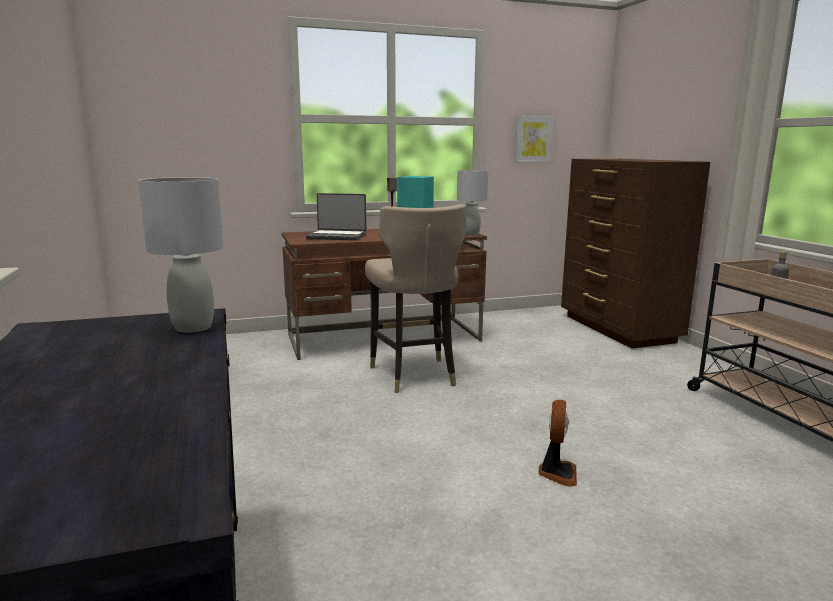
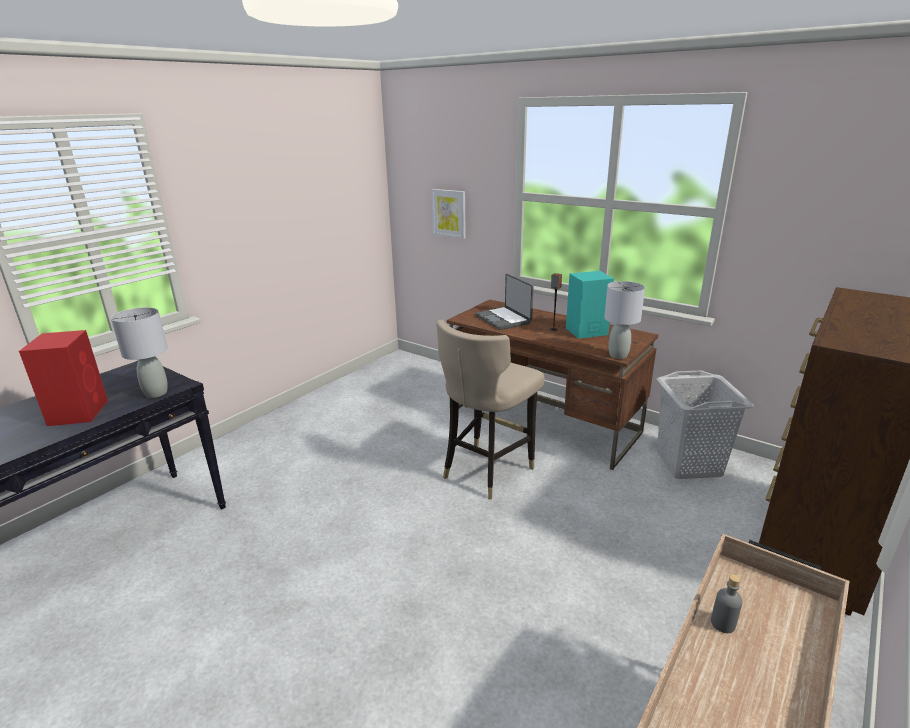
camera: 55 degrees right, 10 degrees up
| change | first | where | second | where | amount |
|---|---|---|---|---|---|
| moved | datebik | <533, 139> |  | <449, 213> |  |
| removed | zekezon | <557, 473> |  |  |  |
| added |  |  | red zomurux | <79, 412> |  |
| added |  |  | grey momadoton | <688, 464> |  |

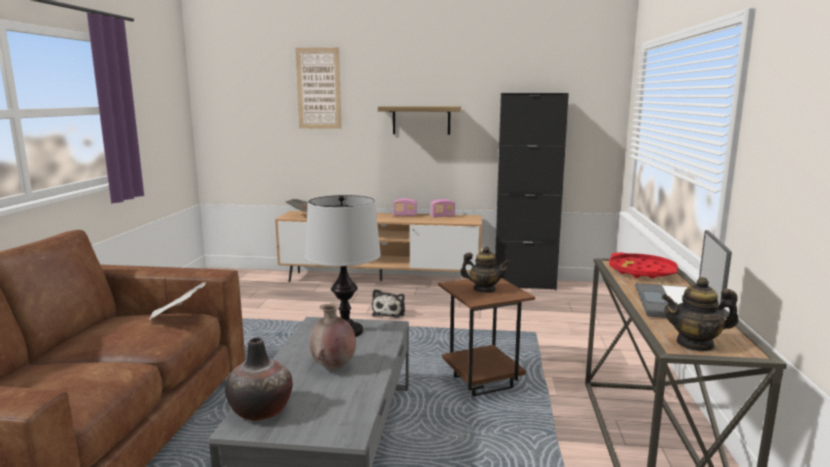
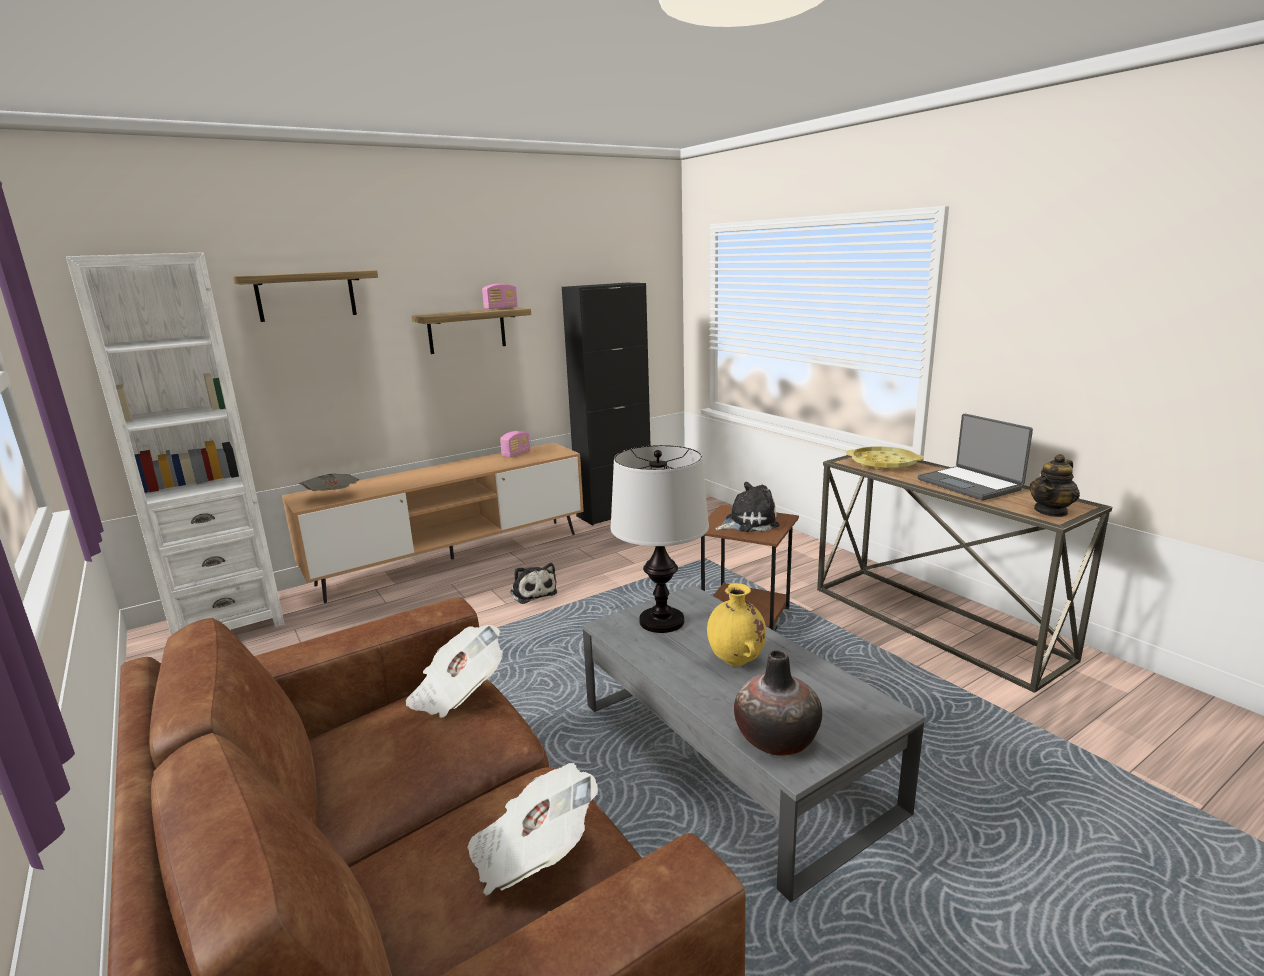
camera: 40 degrees left, 5 degrees up
| change | first | where | second | where | amount |
|---|---|---|---|---|---|
| replaced | datebik | <318, 88> | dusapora | <306, 295> |  |
| moved | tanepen | <405, 215> |  | <501, 308> |  |
| replaced | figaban | <484, 289> | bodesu | <748, 523> |  |
| recoloured | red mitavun | <641, 271> | yellow mitavun | <883, 463> |  |
| recoloured | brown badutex | <333, 367> | yellow badutex | <736, 662> |  |
| added |  |  | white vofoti | <228, 623> |  |
| added |  |  | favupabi | <532, 853> |  |

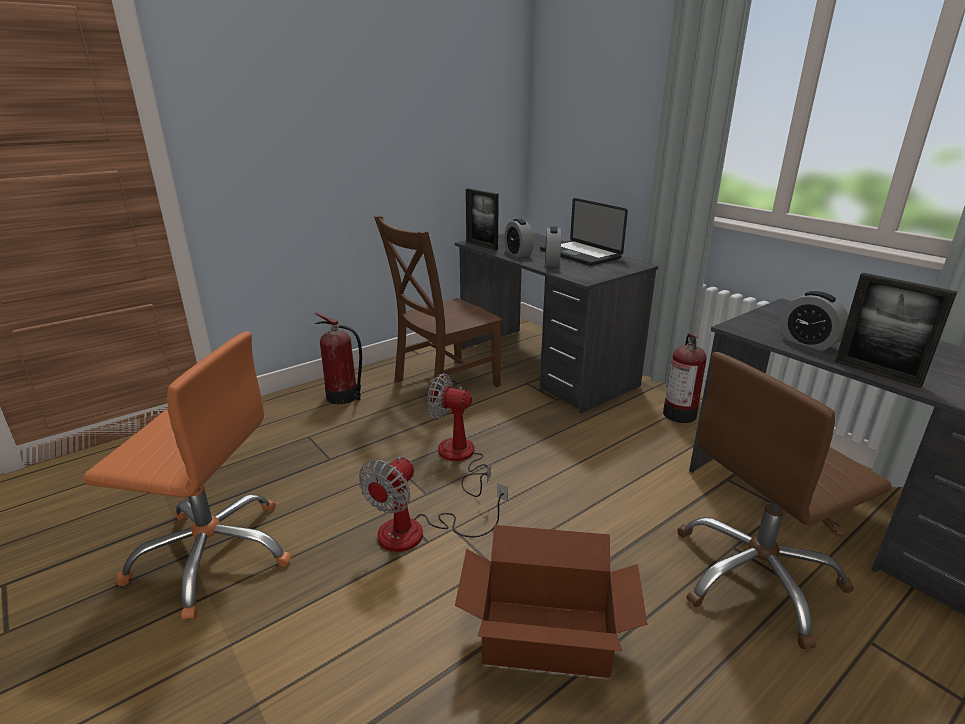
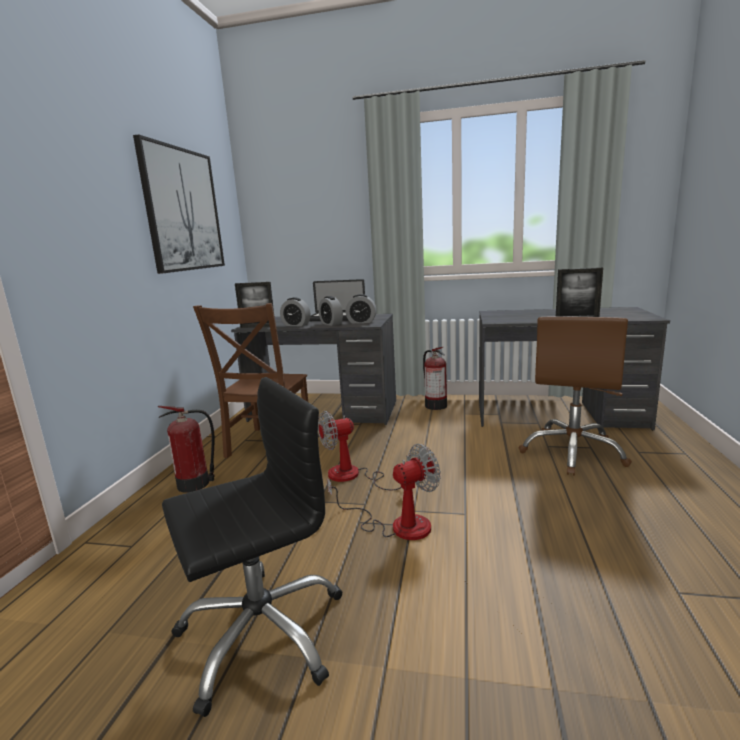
camera: 40 degrees left, 10 degrees down
| change | first | where | second | where | amount |
|---|---|---|---|---|---|
| moved | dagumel | <807, 342> |  | <361, 322> |  |
| recoloured | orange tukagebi | <213, 554> | black tukagebi | <262, 632> |  |
| turned | zekezon | <418, 533> |  | <397, 525> | 105 degrees counterclockwise |
| removed | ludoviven | <547, 638> |  |  |  |
| added |  |  | datebik | <183, 210> |  |

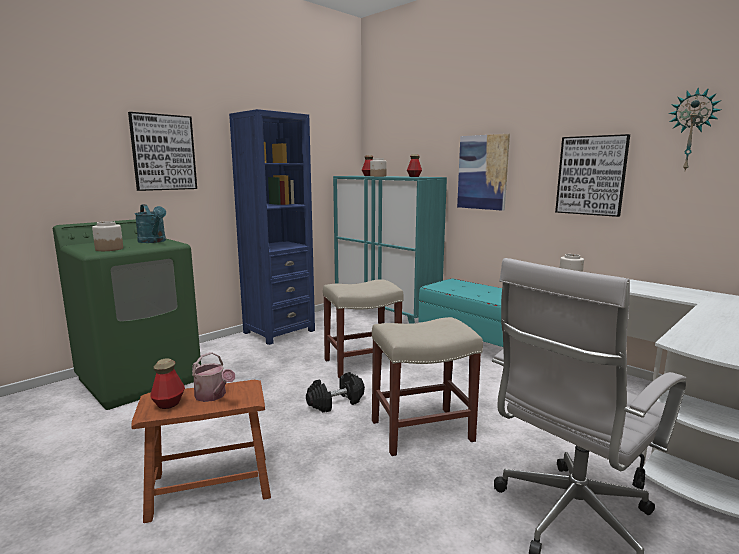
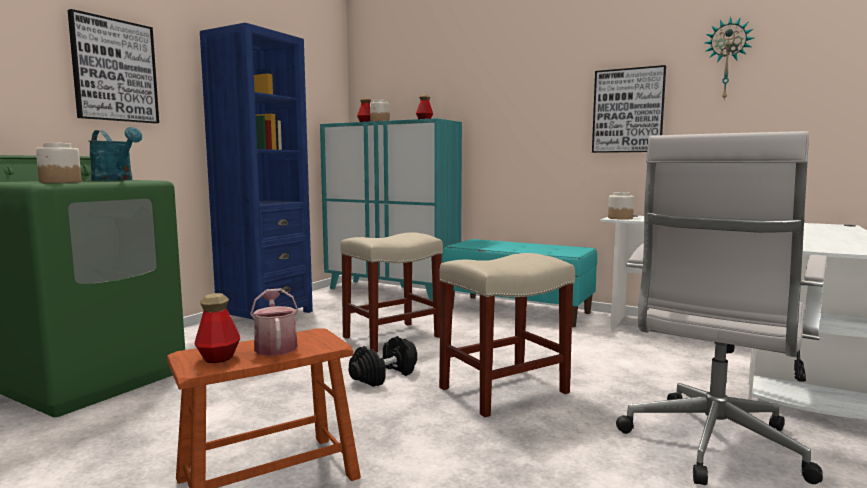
camera: 15 degrees left, 5 degrees down
| change | first | where | second | where | amount |
|---|---|---|---|---|---|
| removed | datebik | <482, 172> |  |  |  |
| turned | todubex | <213, 396> |  | <275, 346> | 135 degrees counterclockwise |

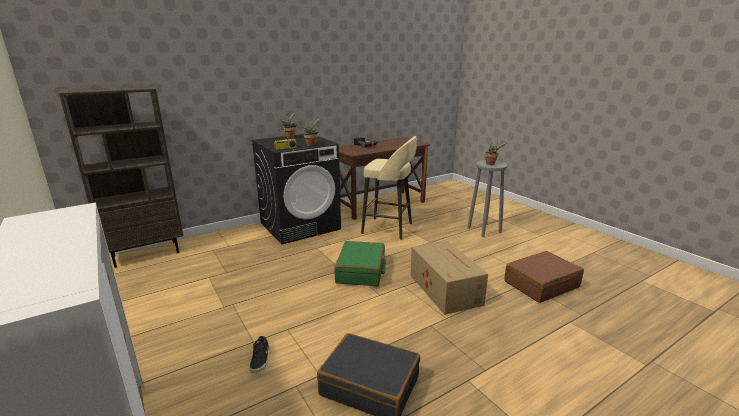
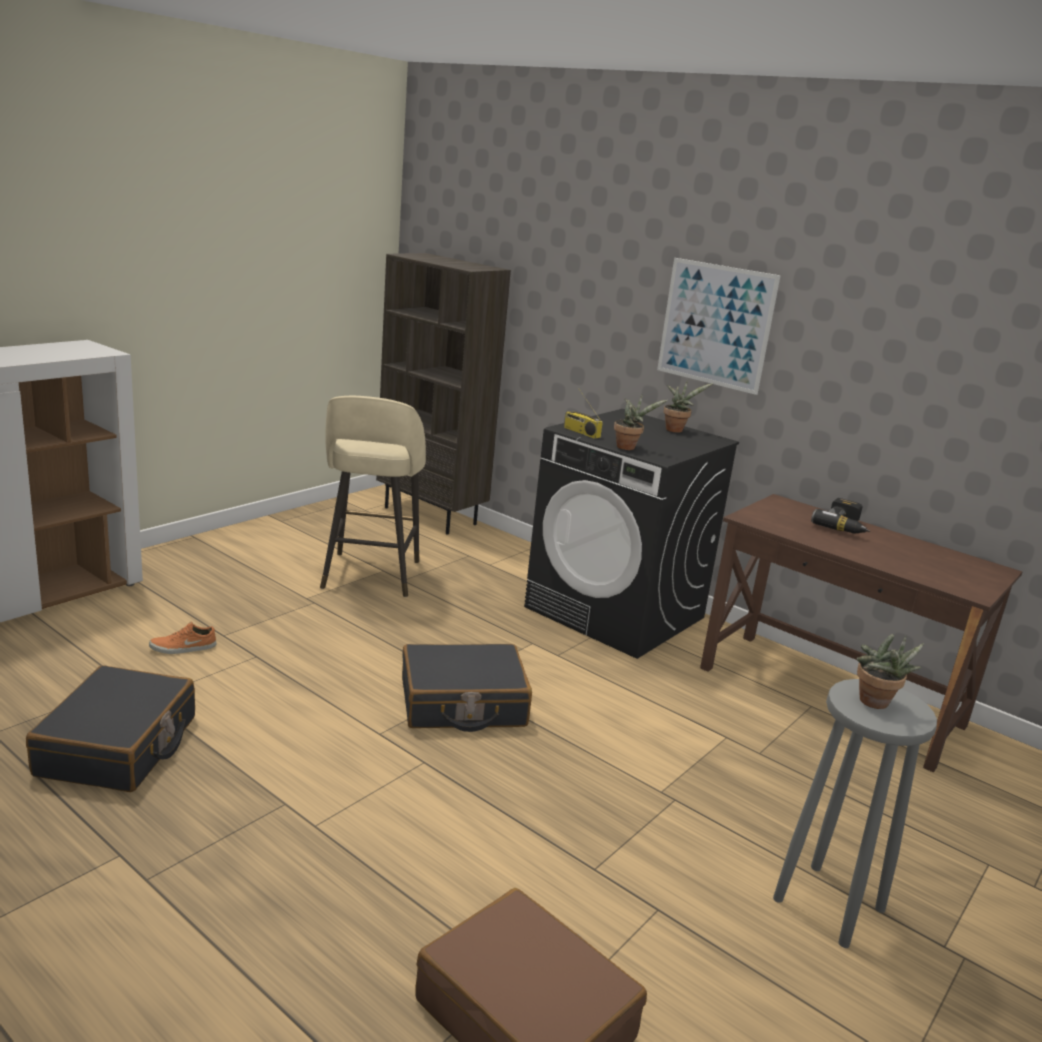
camera: 70 degrees right, 0 degrees up
| change | first | where | second | where | amount |
|---|---|---|---|---|---|
| moved | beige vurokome | <389, 229> |  | <370, 576> |  |
| recoloured | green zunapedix | <361, 271> | black zunapedix | <462, 704> |  |
| removed | ludoviven | <445, 288> |  |  |  |
| recoloured | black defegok | <260, 359> | orange defegok | <183, 648> |  |
| added |  |  | datebik | <716, 325> |  |

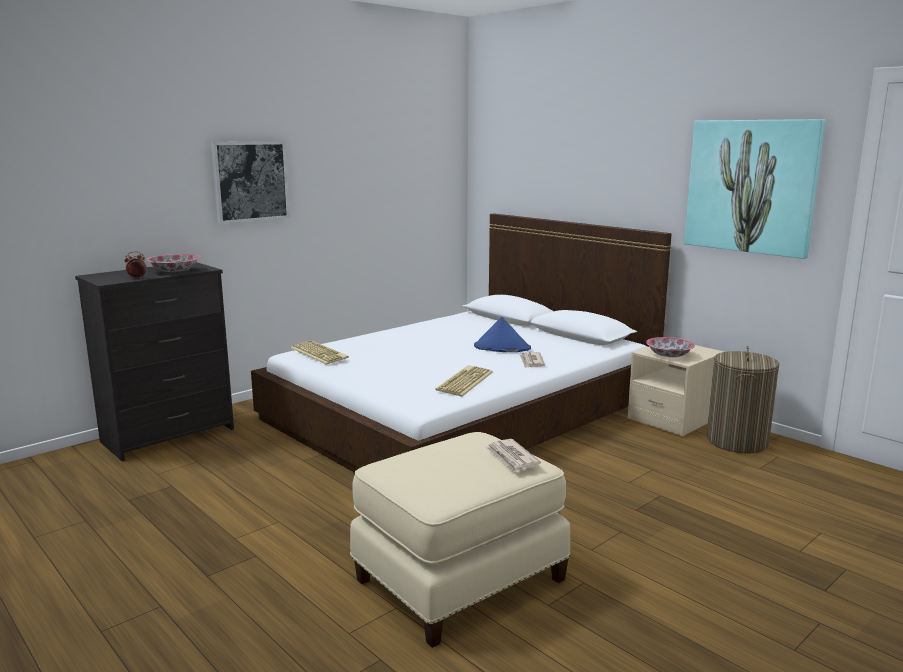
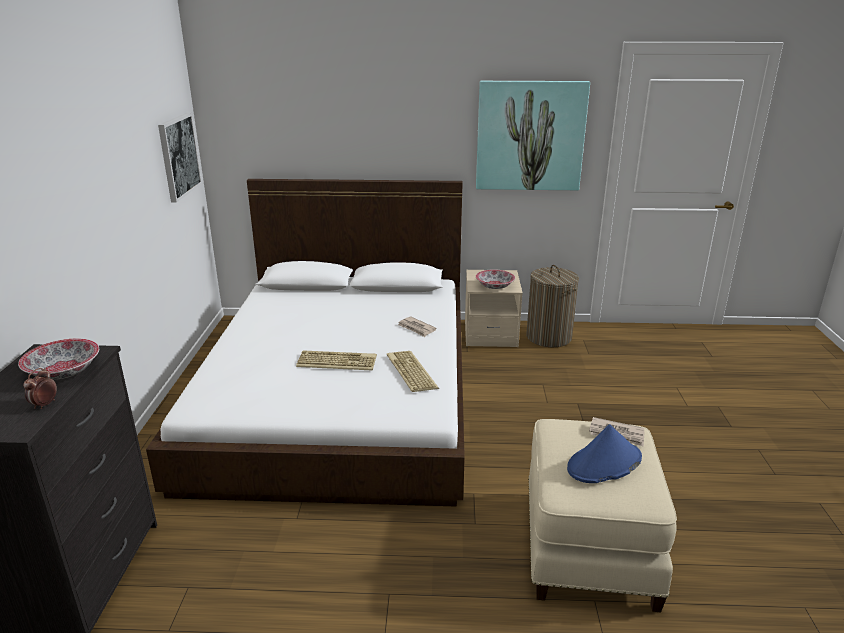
camera: 45 degrees left, 10 degrees up
| change | first | where | second | where | amount |
|---|---|---|---|---|---|
| moved | datebik | <250, 181> |  | <179, 156> |  |
| moved | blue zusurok | <501, 347> |  | <604, 463> |  |
| moved | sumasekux | <320, 353> |  | <338, 361> |  |

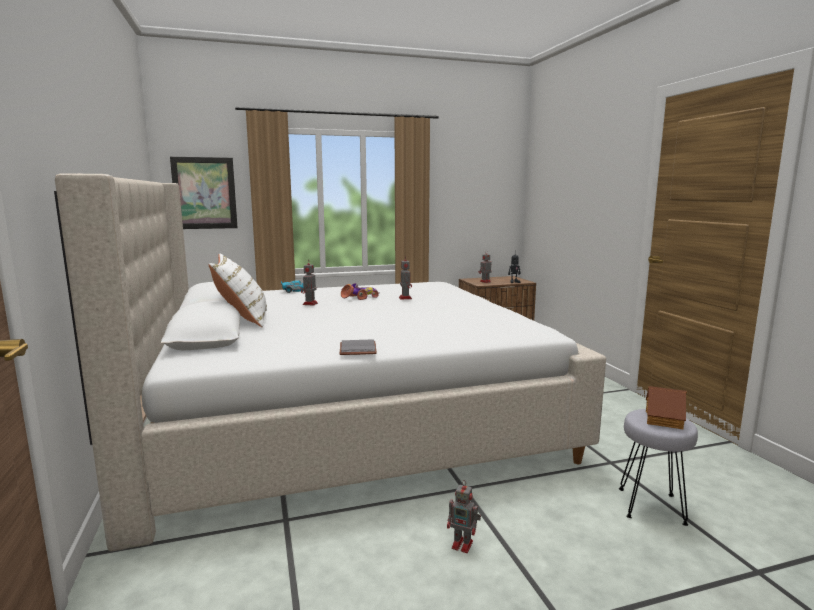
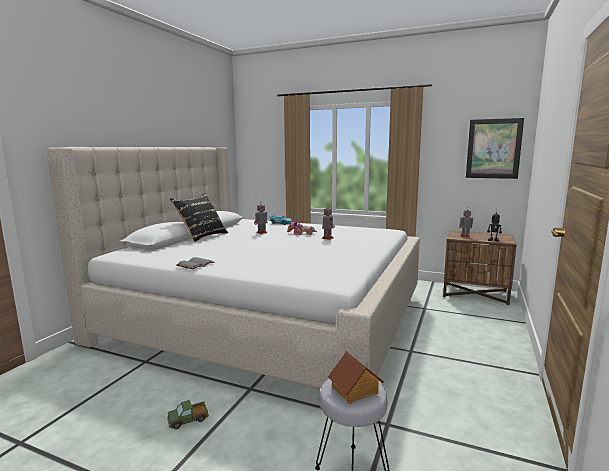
camera: 40 degrees right, 0 degrees up
| change | first | where | second | where | amount |
|---|---|---|---|---|---|
| moved | datebik | <204, 193> |  | <493, 149> |  |
| recoloured | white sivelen | <243, 320> | black sivelen | <202, 236> |  |
| replaced | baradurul | <463, 545> | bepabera | <188, 420> |  |

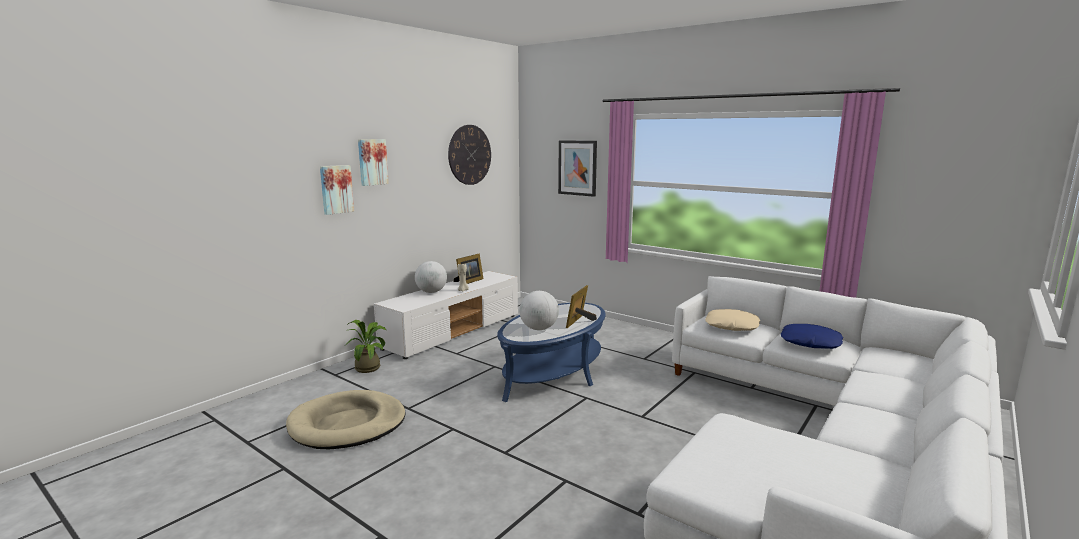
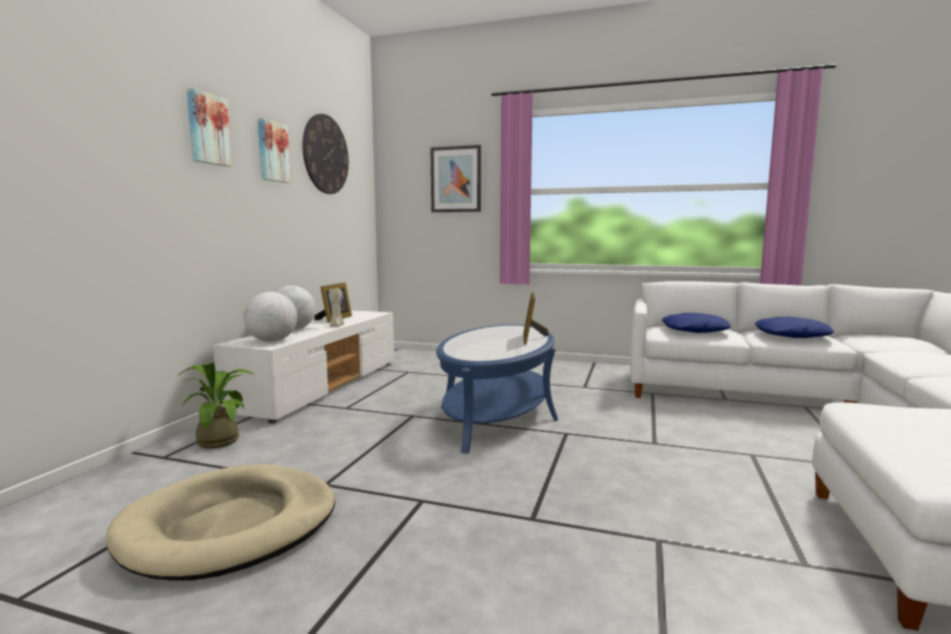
camera: 20 degrees left, 5 degrees down
| change | first | where | second | where | amount |
|---|---|---|---|---|---|
| moved | datebik | <336, 189> |  | <272, 151> |  |
| moved | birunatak | <539, 329> |  | <272, 341> |  |
| recoloured | beige sivelen | <731, 326> | blue sivelen | <694, 330> |  |

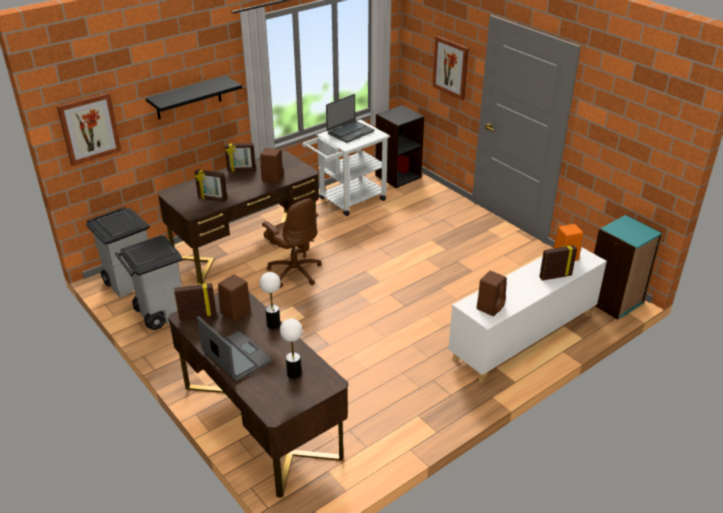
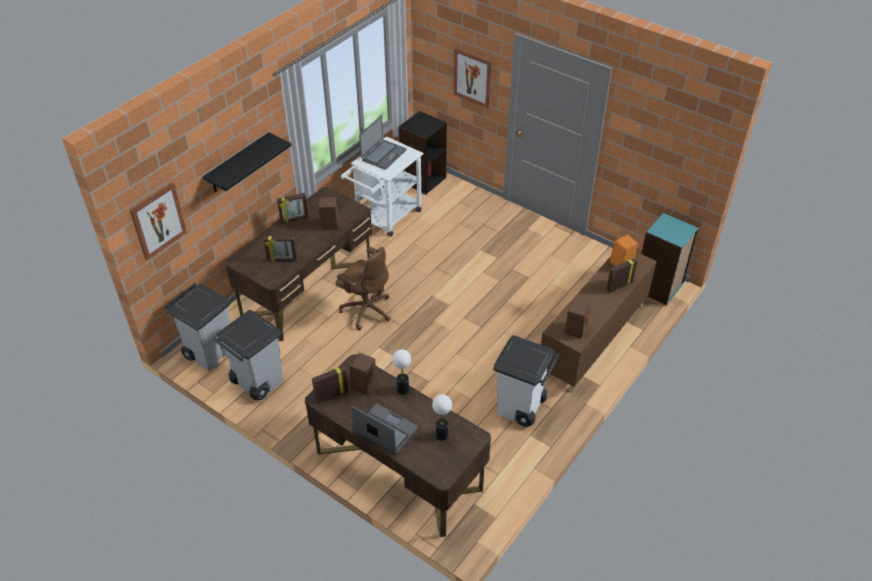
camera: 15 degrees left, 10 degrees up
| change | first | where | second | where | amount |
|---|---|---|---|---|---|
| recoloured | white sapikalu | <523, 337> | brown sapikalu | <593, 339> |  |
| added |  |  | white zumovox | <521, 407> |  |

